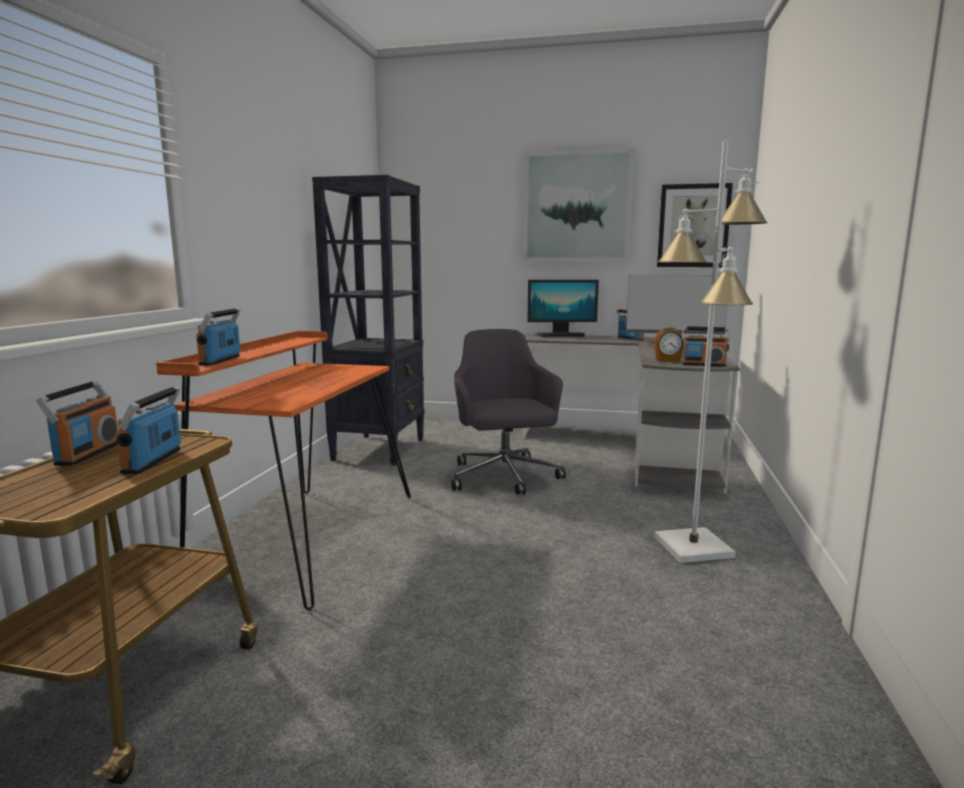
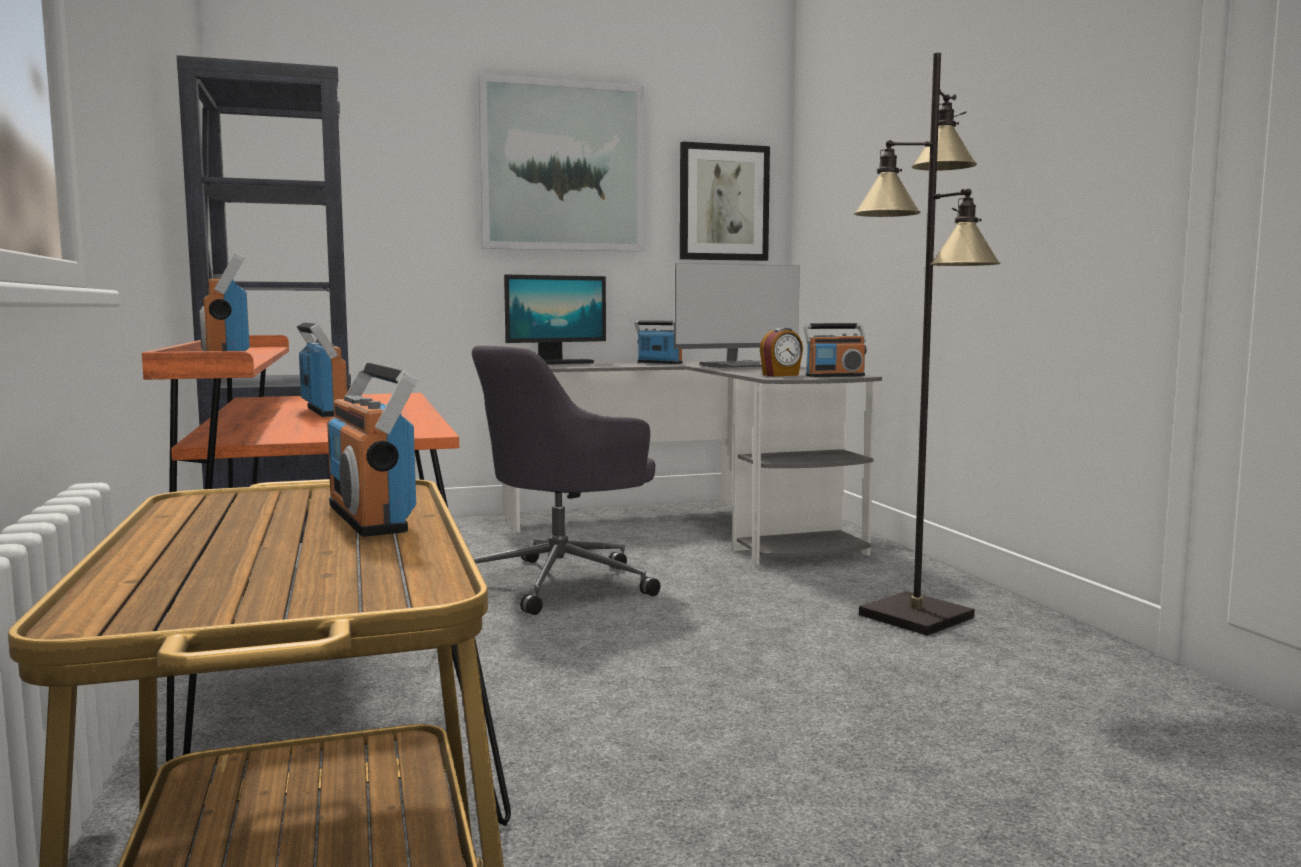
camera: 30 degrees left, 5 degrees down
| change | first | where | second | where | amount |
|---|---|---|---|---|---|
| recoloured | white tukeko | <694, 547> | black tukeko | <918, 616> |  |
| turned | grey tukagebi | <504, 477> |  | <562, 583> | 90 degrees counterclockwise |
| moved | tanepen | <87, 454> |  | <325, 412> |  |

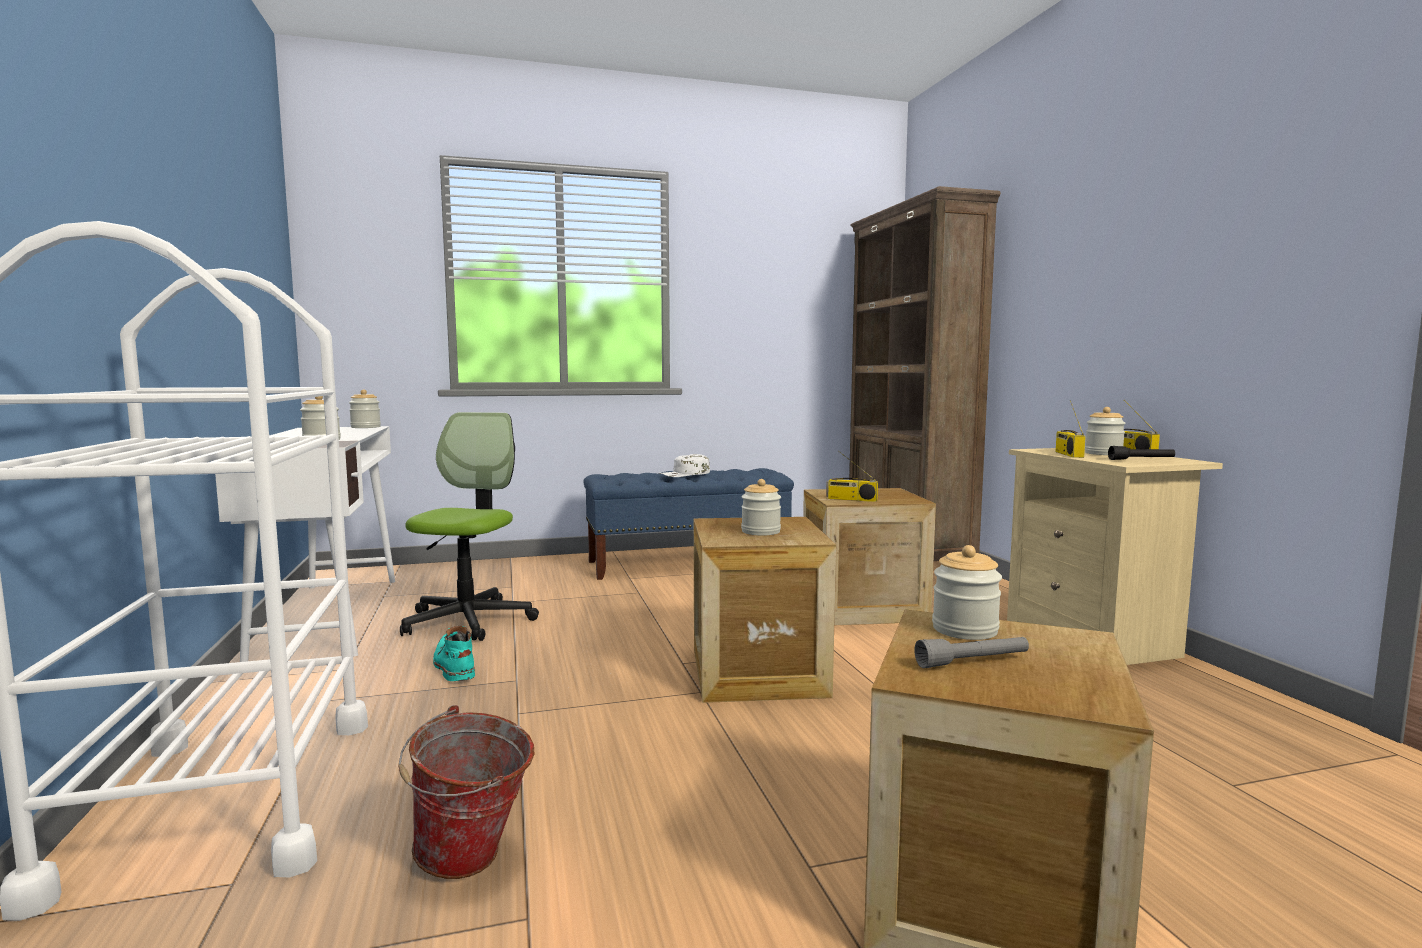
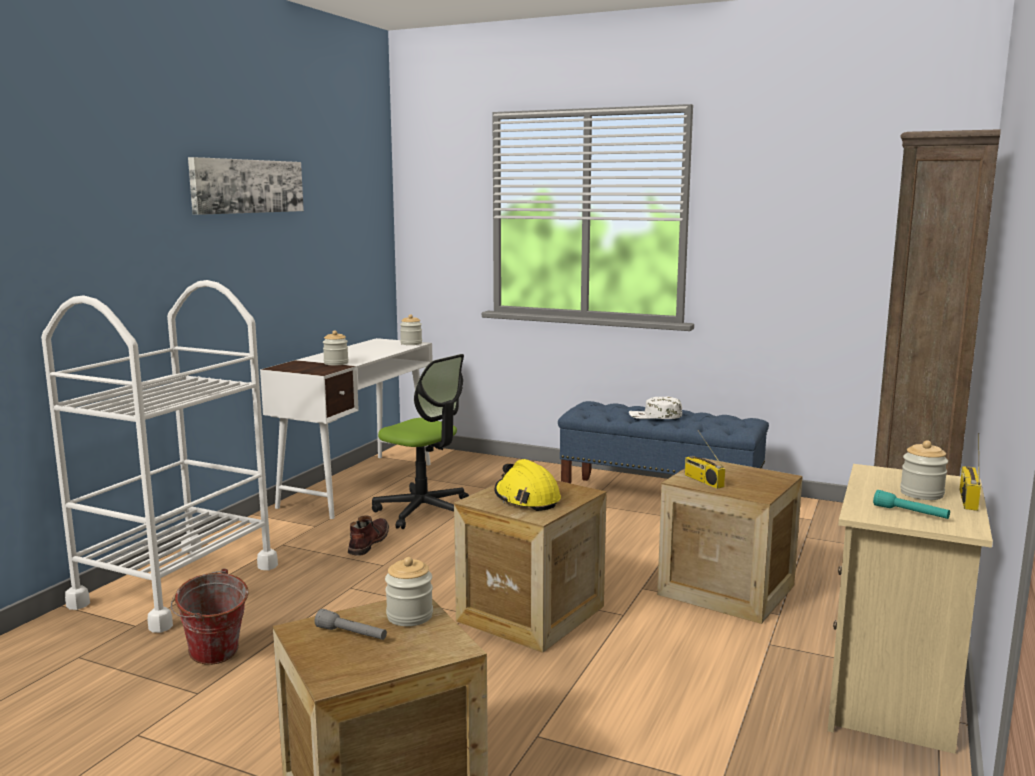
camera: 40 degrees right, 5 degrees up
| change | first | where | second | where | amount |
|---|---|---|---|---|---|
| removed | tanepen | <1067, 454> |  |  |  |
| turned | tukagebi | <468, 621> |  | <424, 511> | 75 degrees clockwise |
| recoloured | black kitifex | <1141, 460> | turquoise kitifex | <910, 513> |  |
| replaced | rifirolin | <761, 532> | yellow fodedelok | <526, 499> |  |
| recoloured | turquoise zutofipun | <454, 665> | brown zutofipun | <367, 543> |  |
| added |  |  | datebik | <247, 186> |  |

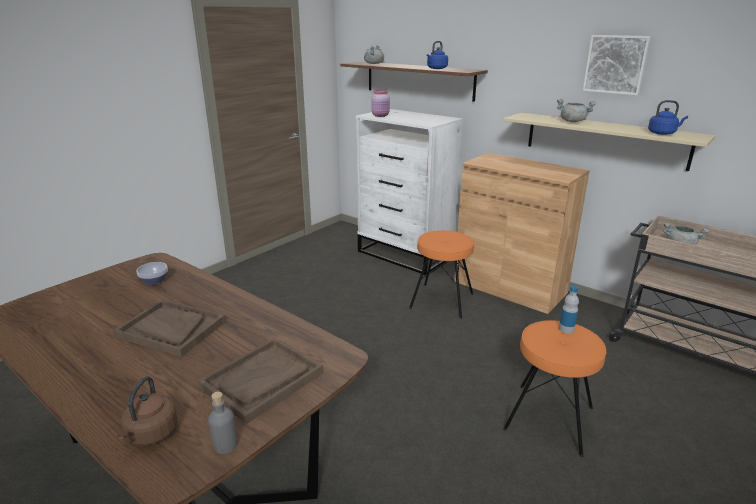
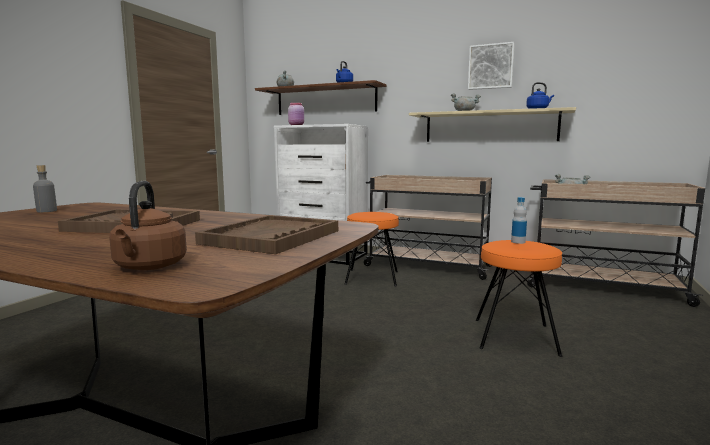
camera: 15 degrees left, 15 degrees down
| change | first | where | second | where | amount |
|---|---|---|---|---|---|
| replaced | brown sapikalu | <509, 287> | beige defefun | <426, 266> |  |
| removed | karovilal | <154, 281> |  |  |  |
| moved | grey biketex | <225, 445> |  | <46, 211> |  |

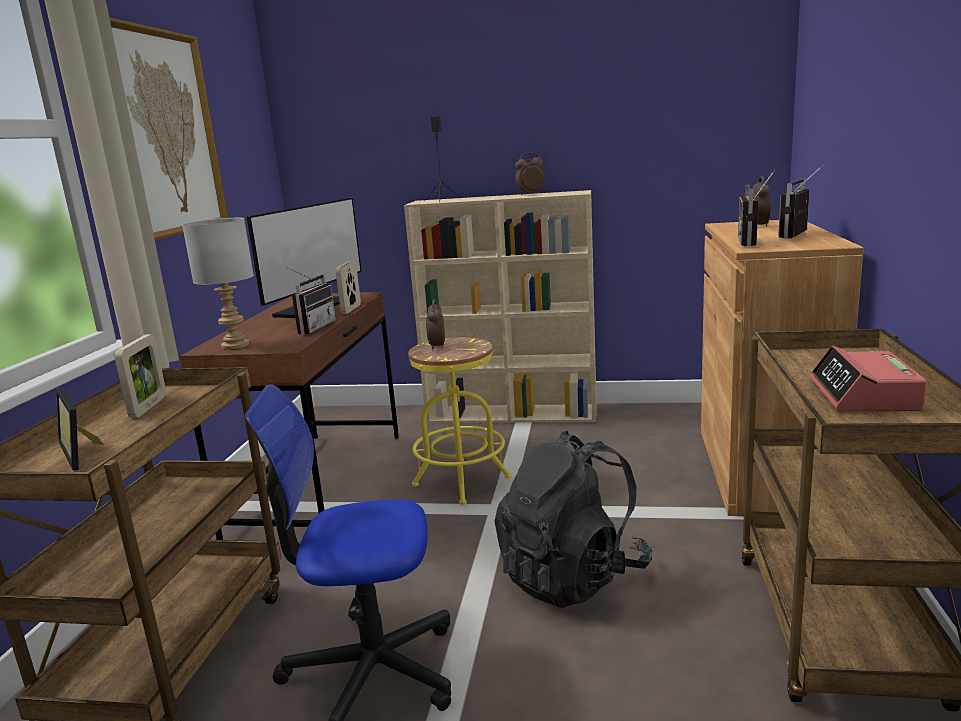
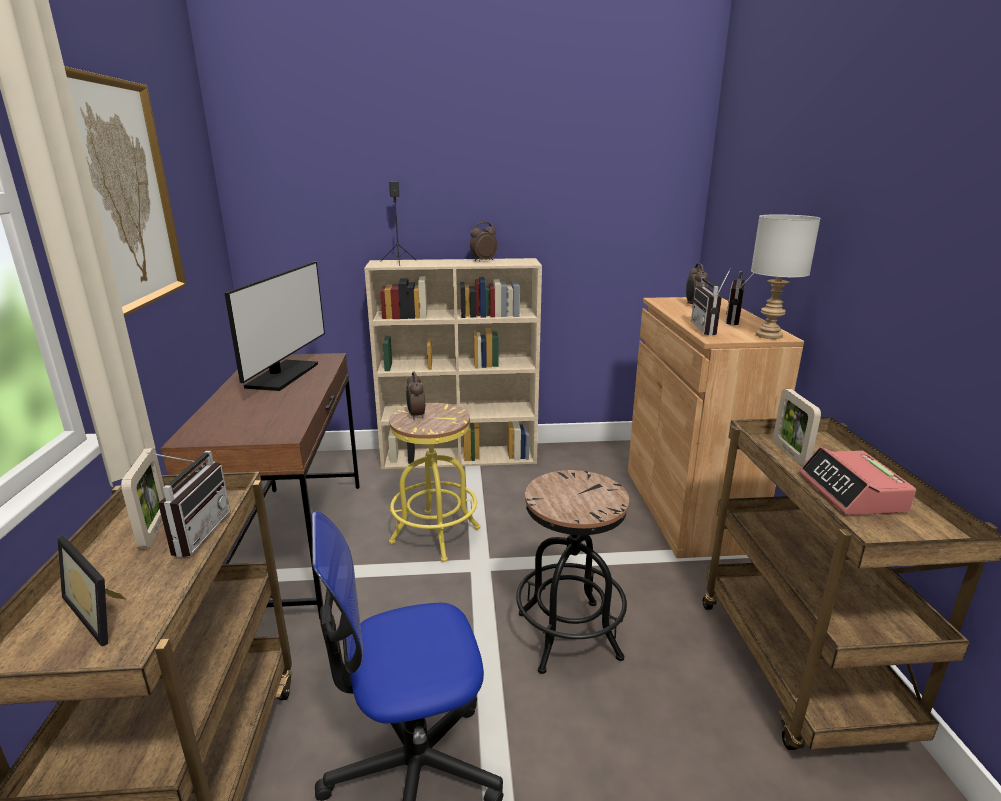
camera: 15 degrees left, 5 degrees up
| change | first | where | second | where | amount |
|---|---|---|---|---|---|
| moved | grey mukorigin | <236, 345> |  | <768, 335> |  |
| moved | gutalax | <351, 309> |  | <790, 453> |  |
| moved | tanepen | <312, 328> |  | <193, 533> |  |
| replaced | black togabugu | <573, 576> | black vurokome | <568, 635> |  |

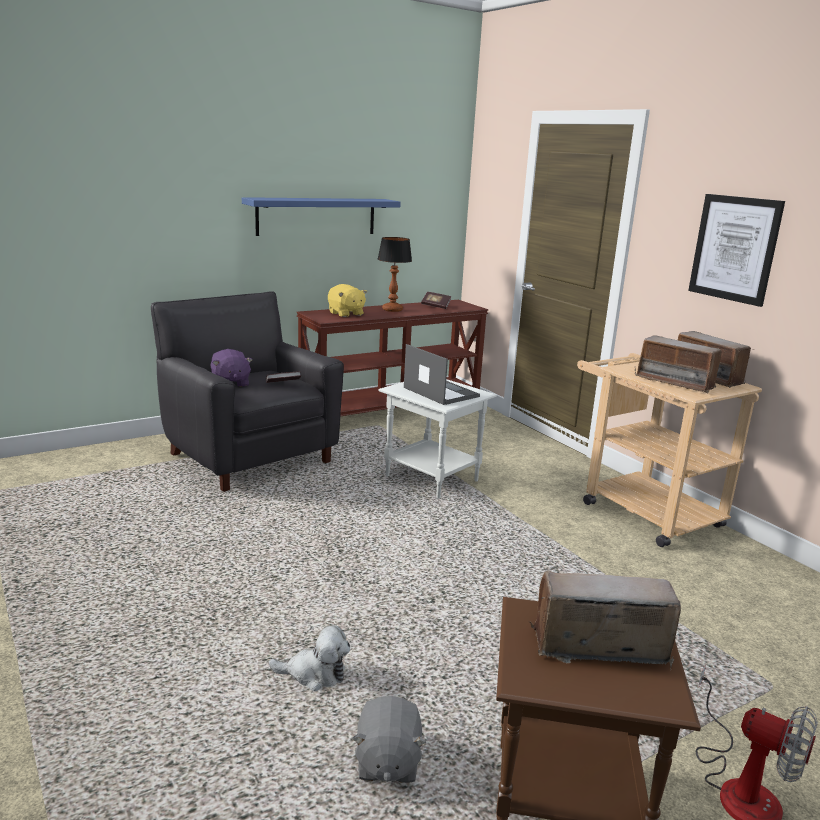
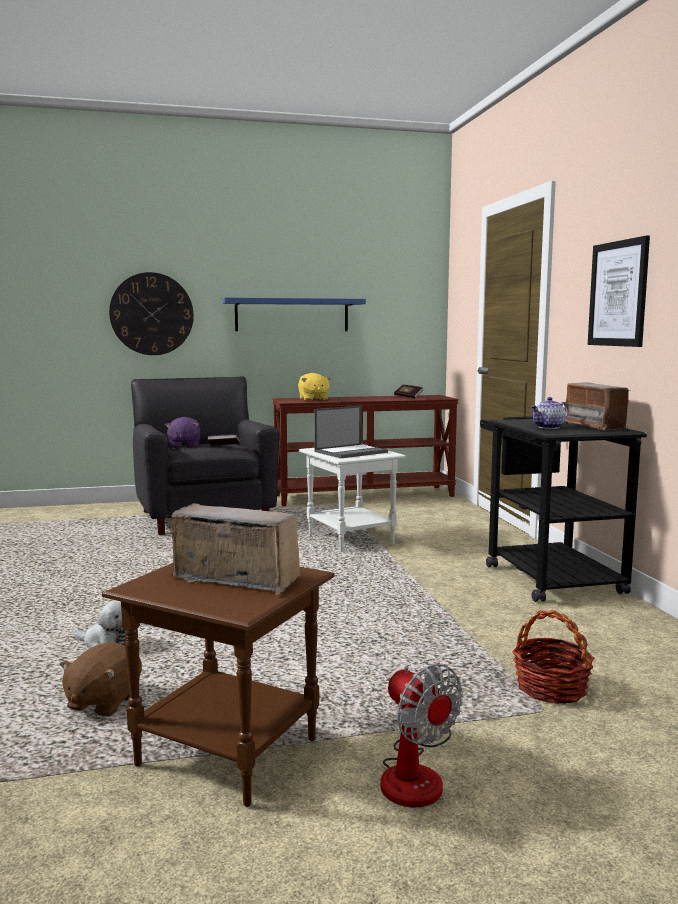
camera: 20 degrees right, 10 degrees down
| change | first | where | second | where | amount |
|---|---|---|---|---|---|
| removed | mukorigin | <392, 310> |  |  |  |
| replaced | tanepen | <675, 382> | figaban | <549, 427> |  |
| turned | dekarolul | <440, 392> |  | <351, 452> | 75 degrees clockwise |
| recoloured | beige defefun | <642, 509> | black defefun | <546, 575> |  |
| recoloured | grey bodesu | <387, 762> | brown bodesu | <103, 703> |  |
| added |  |  | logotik | <152, 314> |  |
| added |  |  | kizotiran | <550, 688> |  |

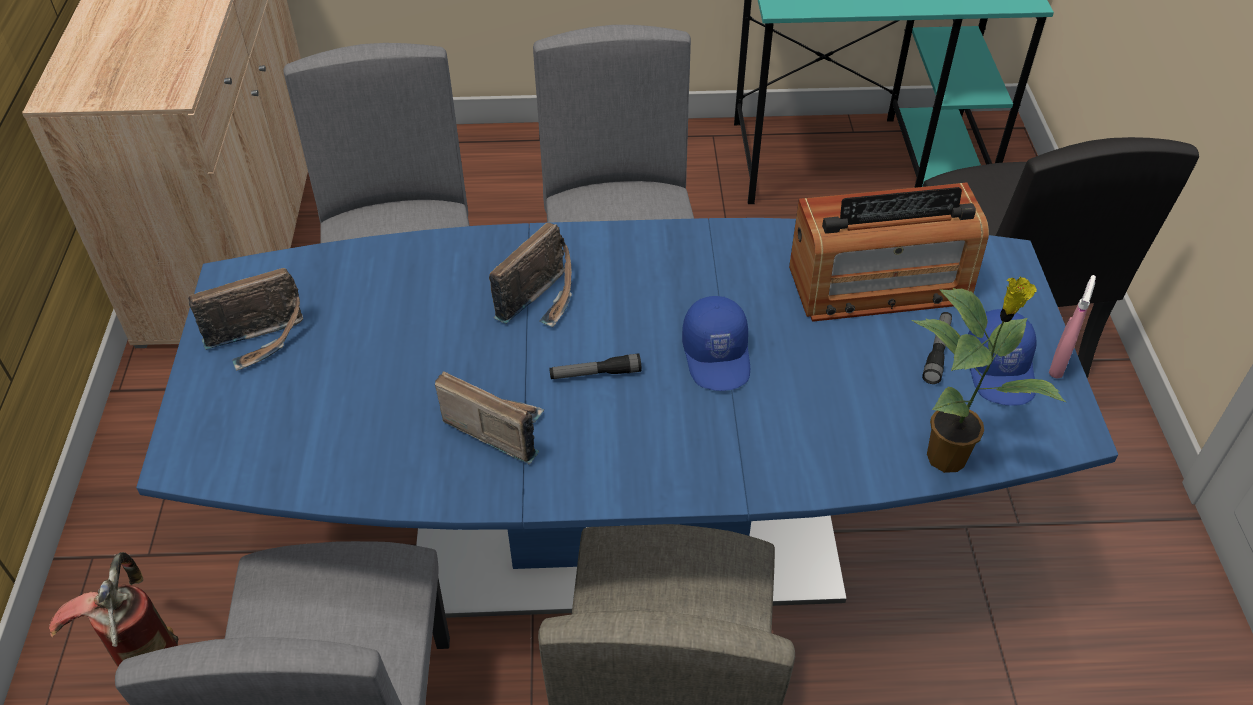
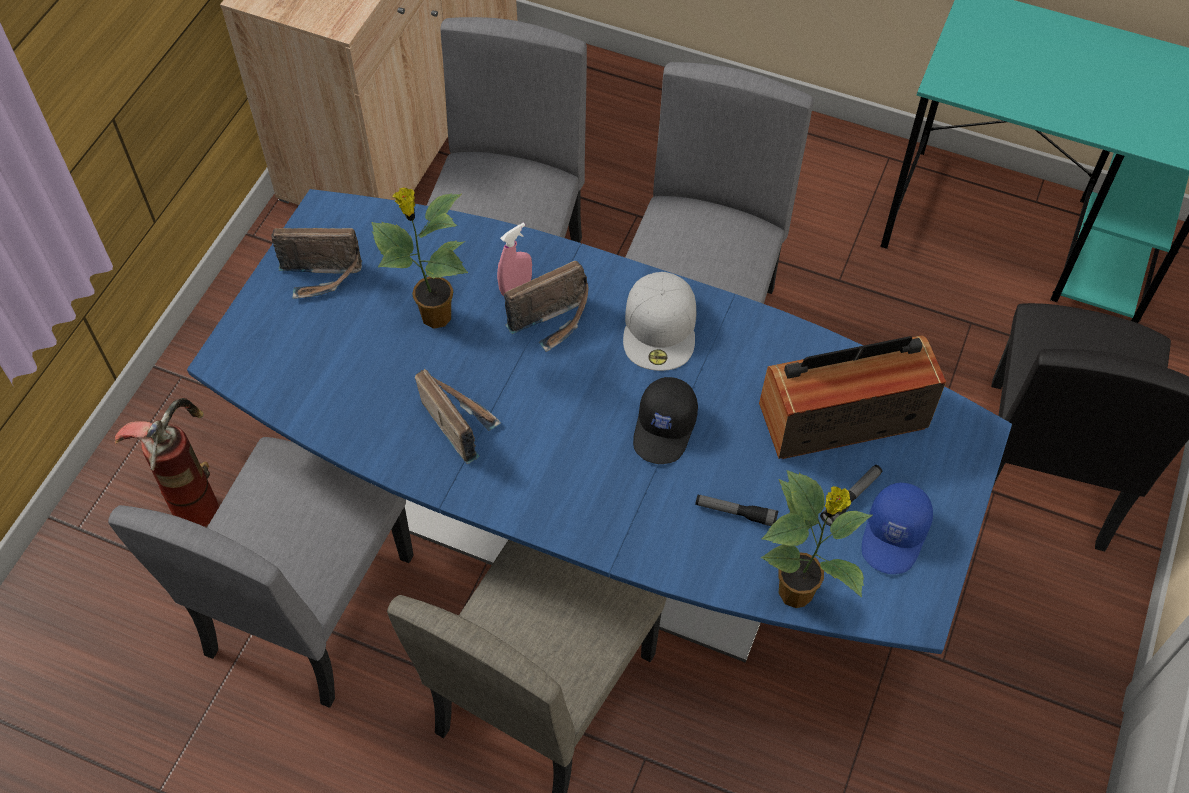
camera: 25 degrees right, 10 degrees up
| change | first | where | second | where | amount |
|---|---|---|---|---|---|
| turned | tanepen | <879, 285> |  | <843, 415> | 150 degrees clockwise |
| moved | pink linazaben | <1058, 365> |  | <516, 287> |  |
| recoloured | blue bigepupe | <718, 356> | black bigepupe | <665, 429> |  |
| moved | kitifex | <595, 374> |  | <735, 513> |  |
| added |  |  | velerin | <434, 316> |  |
| added |  |  | white bigepupe | <661, 328> |  |

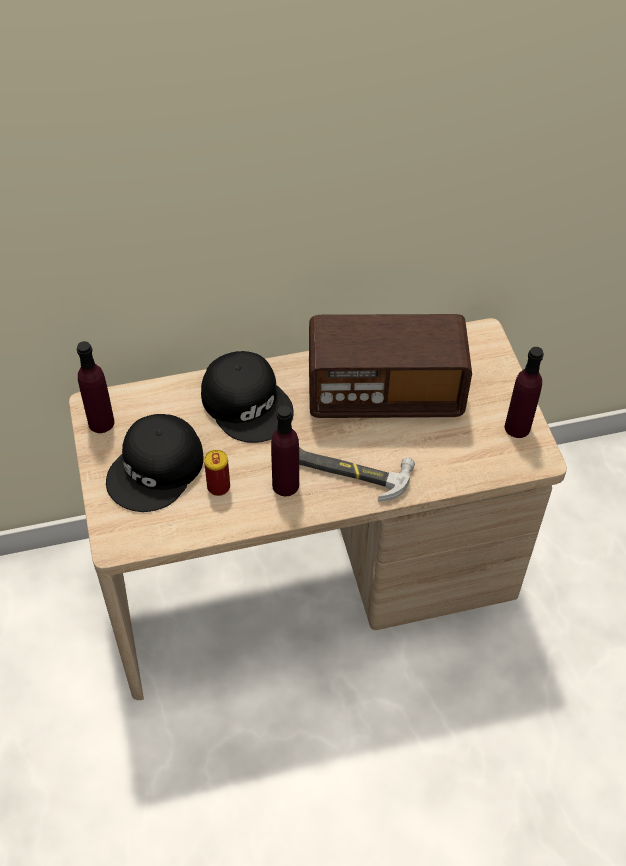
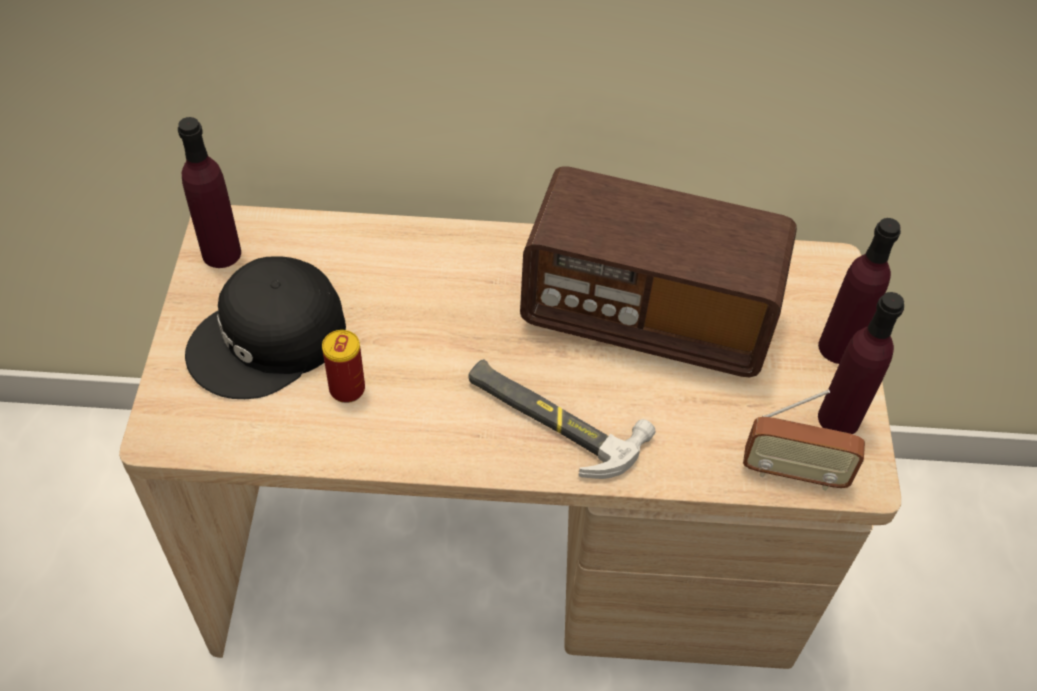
camera: 15 degrees right, 0 degrees up
| change | first | where | second | where | amount |
|---|---|---|---|---|---|
| removed | black bigepupe | <248, 403> |  |  |  |
| moved | purple biketex | <285, 485> |  | <838, 347> |  |
| added |  |  | tanepen | <793, 473> |  |

